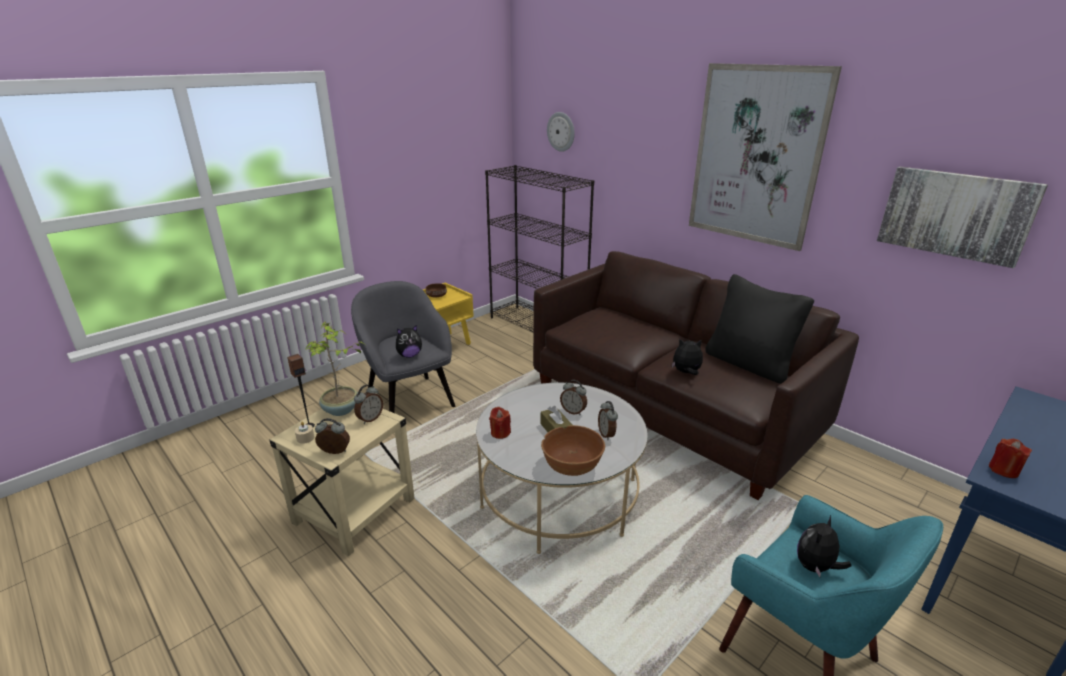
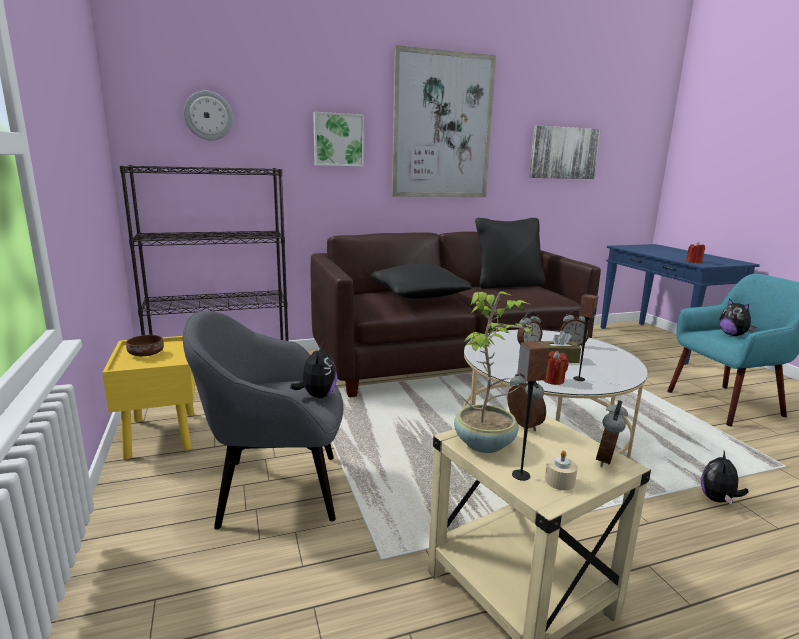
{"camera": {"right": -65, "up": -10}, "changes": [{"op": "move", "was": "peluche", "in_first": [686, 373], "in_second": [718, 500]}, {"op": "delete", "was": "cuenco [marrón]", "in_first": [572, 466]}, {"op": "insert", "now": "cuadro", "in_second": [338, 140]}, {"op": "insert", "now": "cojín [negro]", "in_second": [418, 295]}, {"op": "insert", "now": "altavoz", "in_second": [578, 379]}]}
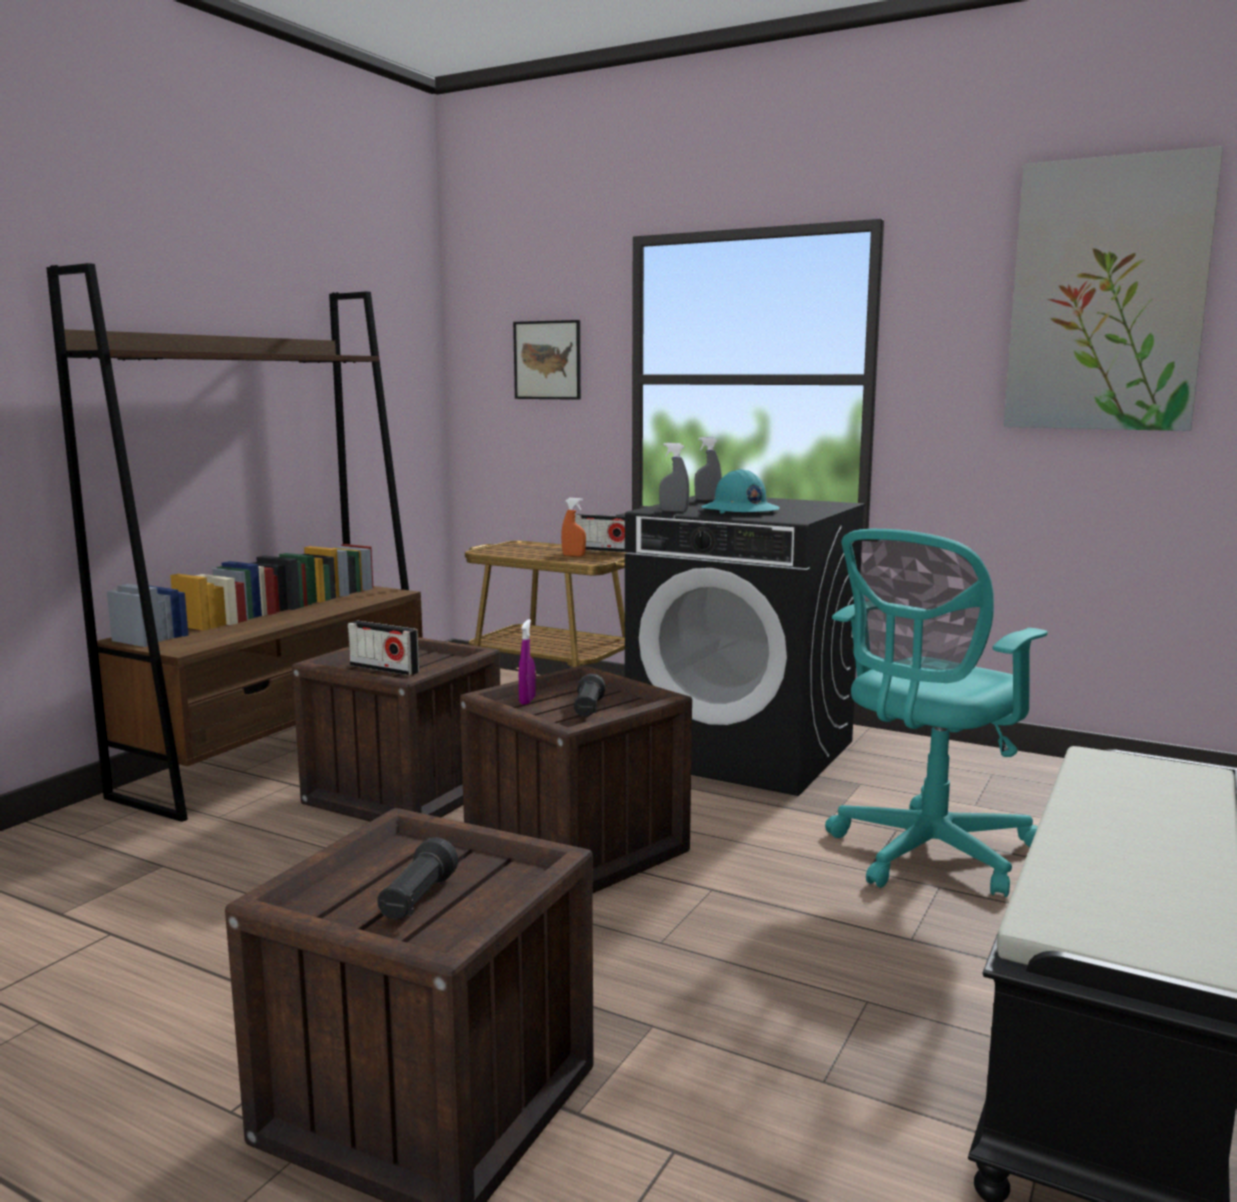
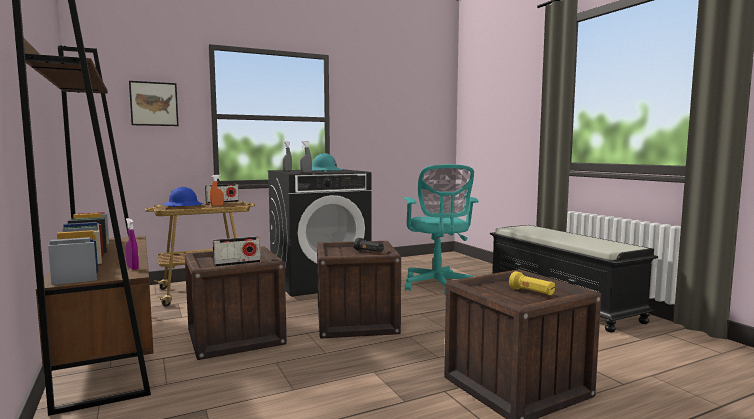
{"camera": {"right": -55, "up": -5}, "changes": [{"op": "delete", "was": "cuadro", "in_first": [1106, 296]}, {"op": "move", "was": "pulverizador [morado]", "in_first": [527, 700], "in_second": [132, 268]}, {"op": "recolor", "was": "linterna [negro]", "now": "linterna [amarillo]", "in_first": [417, 900], "in_second": [532, 292]}, {"op": "insert", "now": "casco [azul]", "in_second": [183, 205]}]}
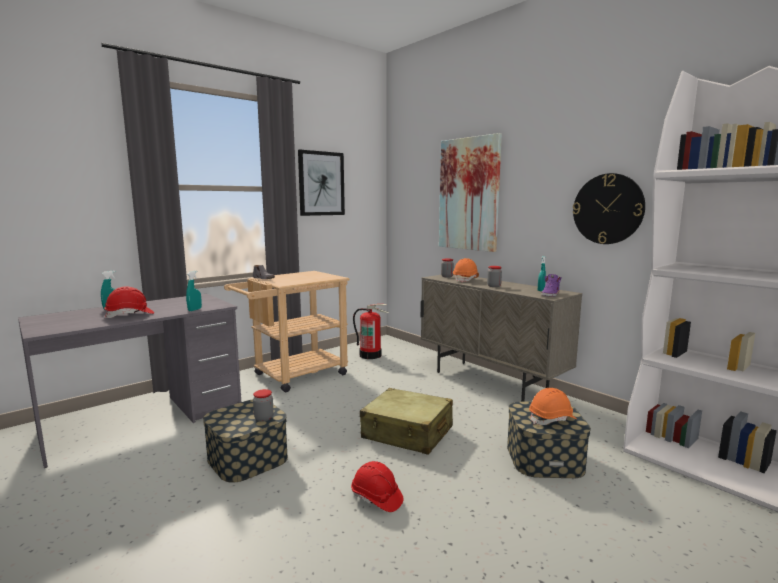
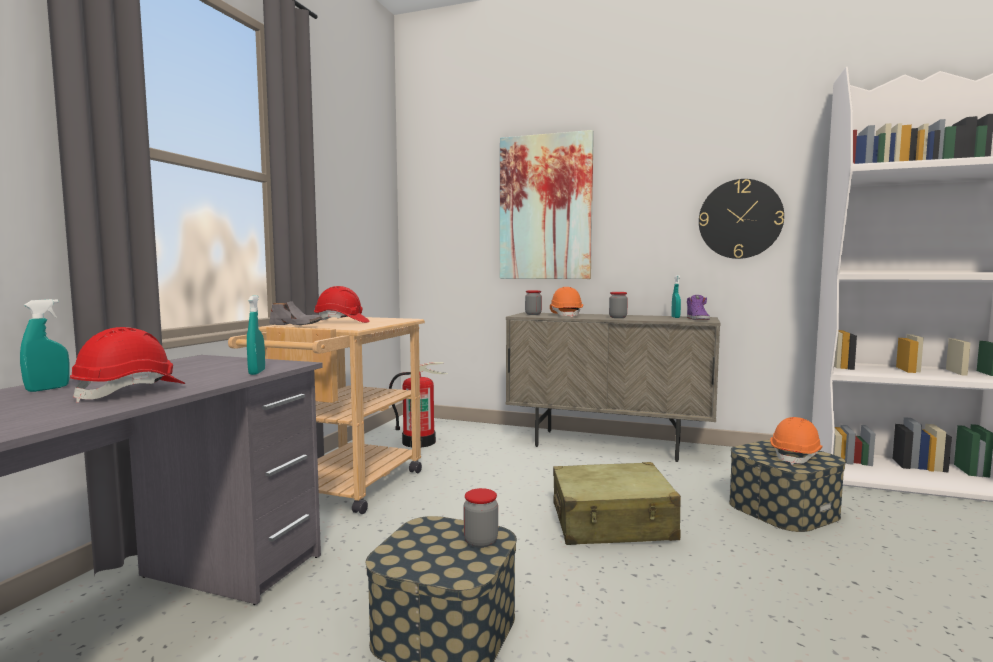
{"camera": {"right": -30, "up": -5}, "changes": [{"op": "delete", "was": "cuadro", "in_first": [321, 183]}, {"op": "move", "was": "casco [rojo]", "in_first": [376, 498], "in_second": [342, 322]}]}
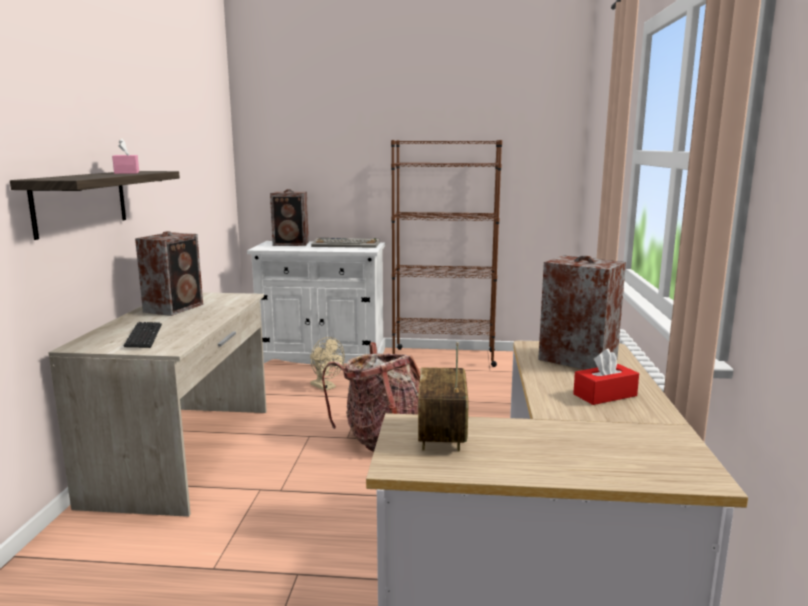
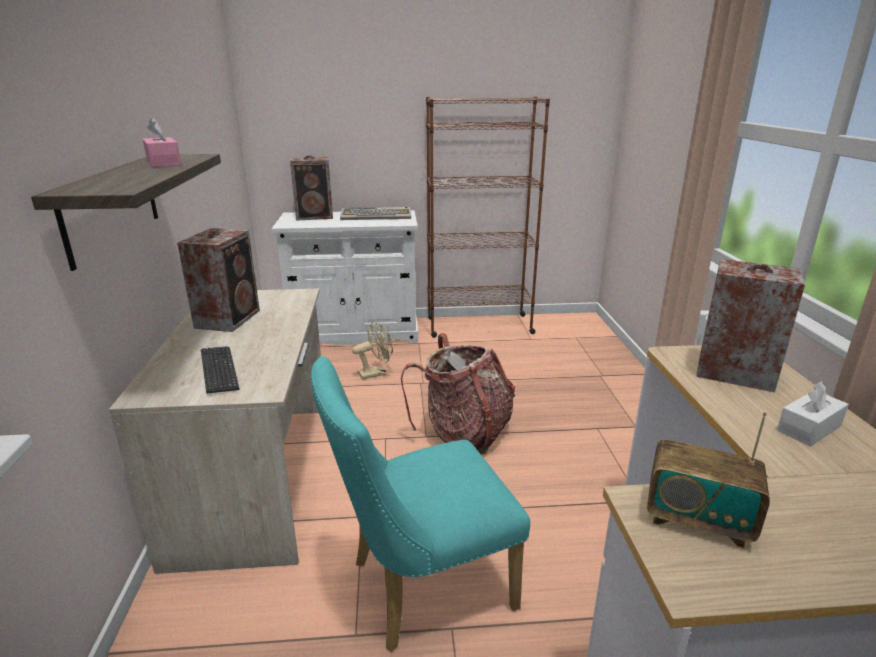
{"camera": {"right": -10, "up": 10}, "changes": [{"op": "rotate", "was": "ventilador [beis]", "in_first": [326, 387], "in_second": [376, 373], "clockwise": -60}, {"op": "rotate", "was": "radio", "in_first": [442, 435], "in_second": [697, 519], "clockwise": -60}, {"op": "recolor", "was": "caja de pañuelos [rojo]", "now": "caja de pañuelos [blanco]", "in_first": [605, 395], "in_second": [808, 428]}, {"op": "insert", "now": "silla [turquesa]", "in_second": [420, 587]}]}
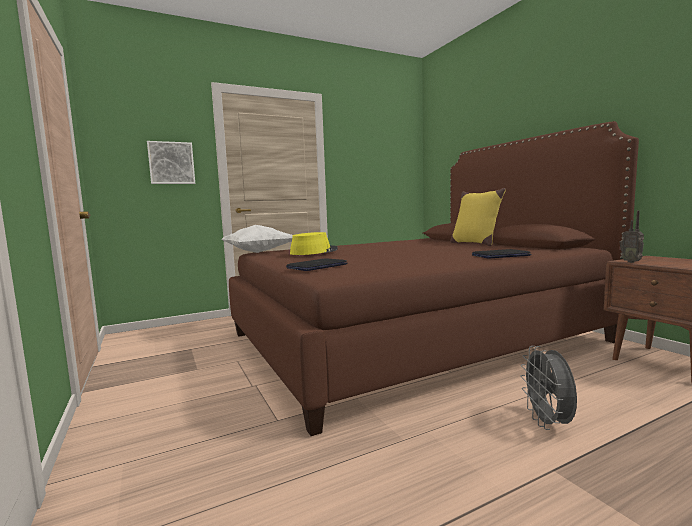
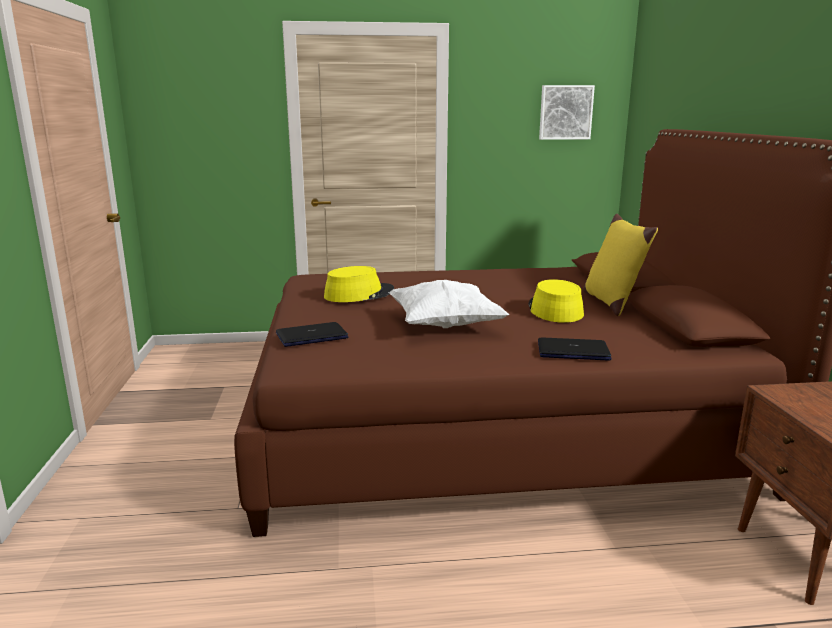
{"camera": {"right": 20, "up": 10}, "changes": [{"op": "move", "was": "cuadro", "in_first": [171, 163], "in_second": [565, 112]}, {"op": "delete", "was": "radio", "in_first": [631, 262]}, {"op": "move", "was": "cojín [blanco]", "in_first": [258, 252], "in_second": [444, 325]}, {"op": "delete", "was": "ventilador [gris]", "in_first": [548, 423]}, {"op": "insert", "now": "sombrero [amarillo]", "in_second": [554, 310]}]}
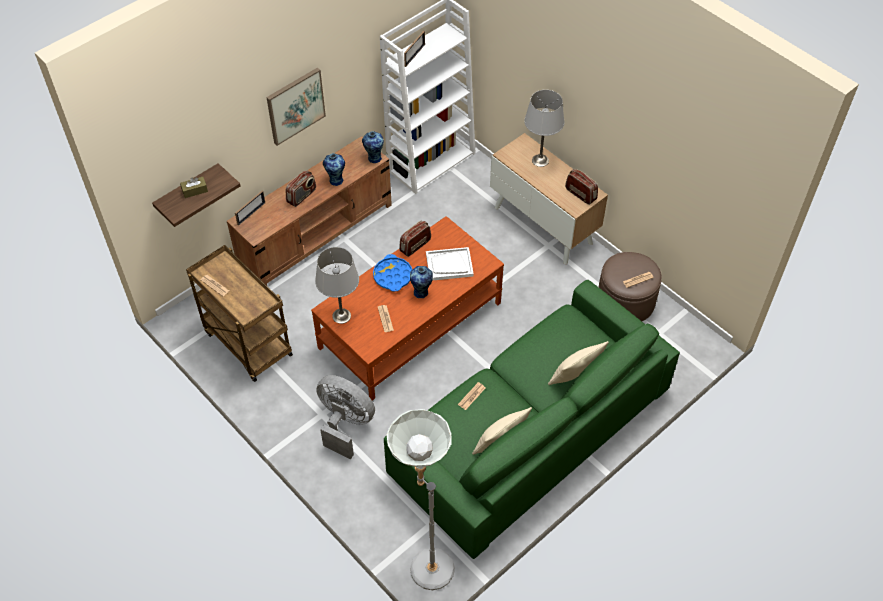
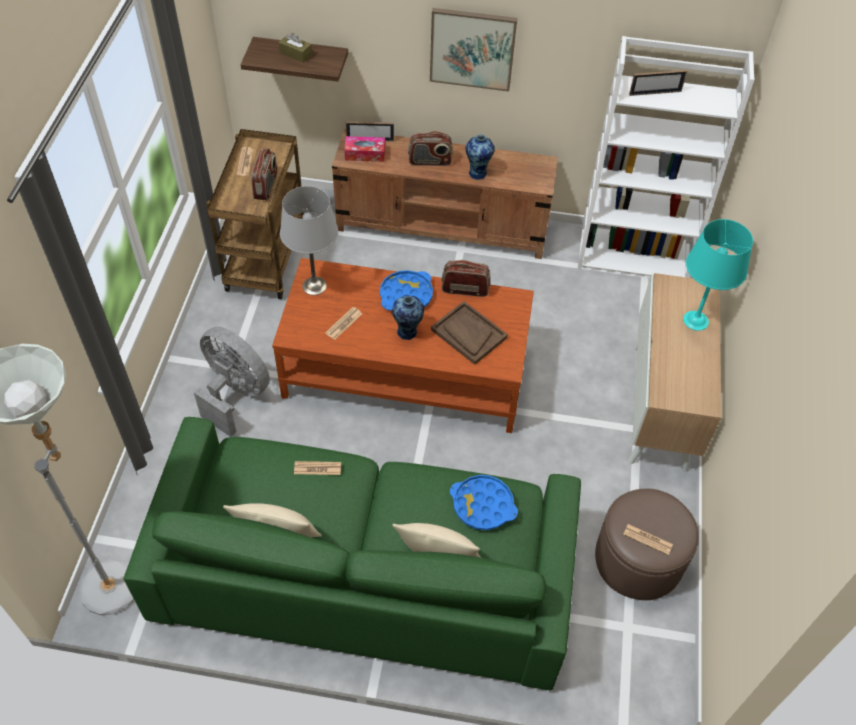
{"camera": {"right": 50, "up": 0}, "changes": [{"op": "recolor", "was": "lámpara de mesa [gris]", "now": "lámpara de mesa [turquesa]", "in_first": [540, 160], "in_second": [696, 320]}, {"op": "delete", "was": "florero", "in_first": [374, 158]}, {"op": "move", "was": "radio", "in_first": [581, 194], "in_second": [266, 186]}, {"op": "recolor", "was": "bandeja [blanco]", "now": "bandeja [marrón]", "in_first": [449, 265], "in_second": [468, 334]}, {"op": "rotate", "was": "ventilador [gris]", "in_first": [345, 424], "in_second": [234, 394], "clockwise": -45}, {"op": "insert", "now": "caja de pañuelos", "in_second": [365, 154]}, {"op": "insert", "now": "bandeja [azul]", "in_second": [483, 505]}]}
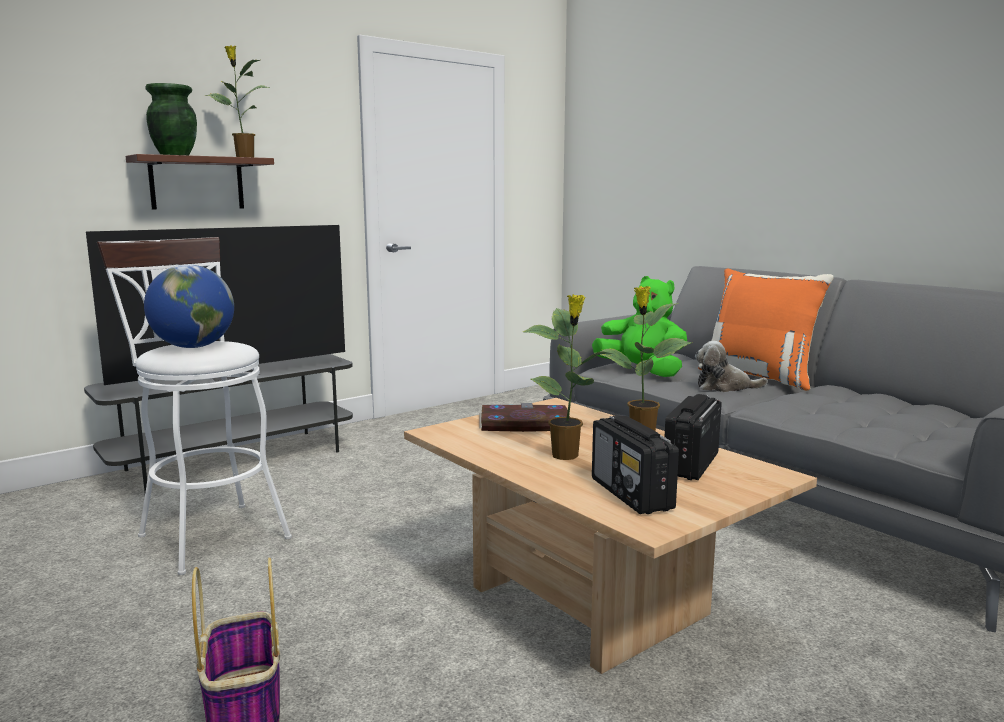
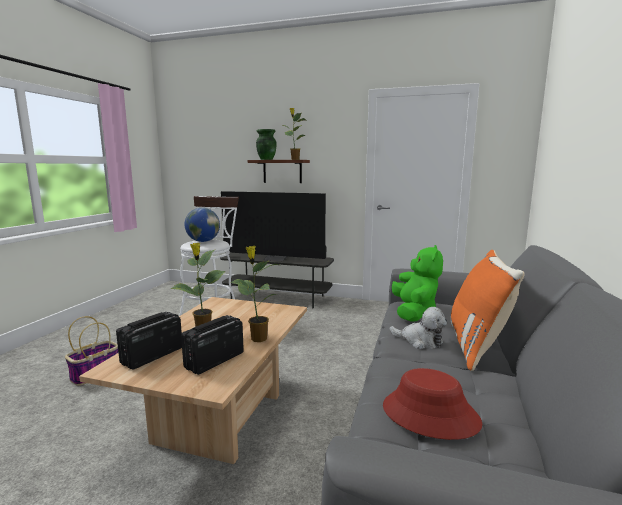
{"camera": {"right": 55, "up": 0}, "changes": [{"op": "rotate", "was": "peluche", "in_first": [724, 387], "in_second": [420, 341], "clockwise": 150}, {"op": "rotate", "was": "radio", "in_first": [691, 464], "in_second": [214, 361], "clockwise": -45}, {"op": "delete", "was": "libro", "in_first": [524, 423]}, {"op": "insert", "now": "sombrero [rojo]", "in_second": [429, 414]}]}
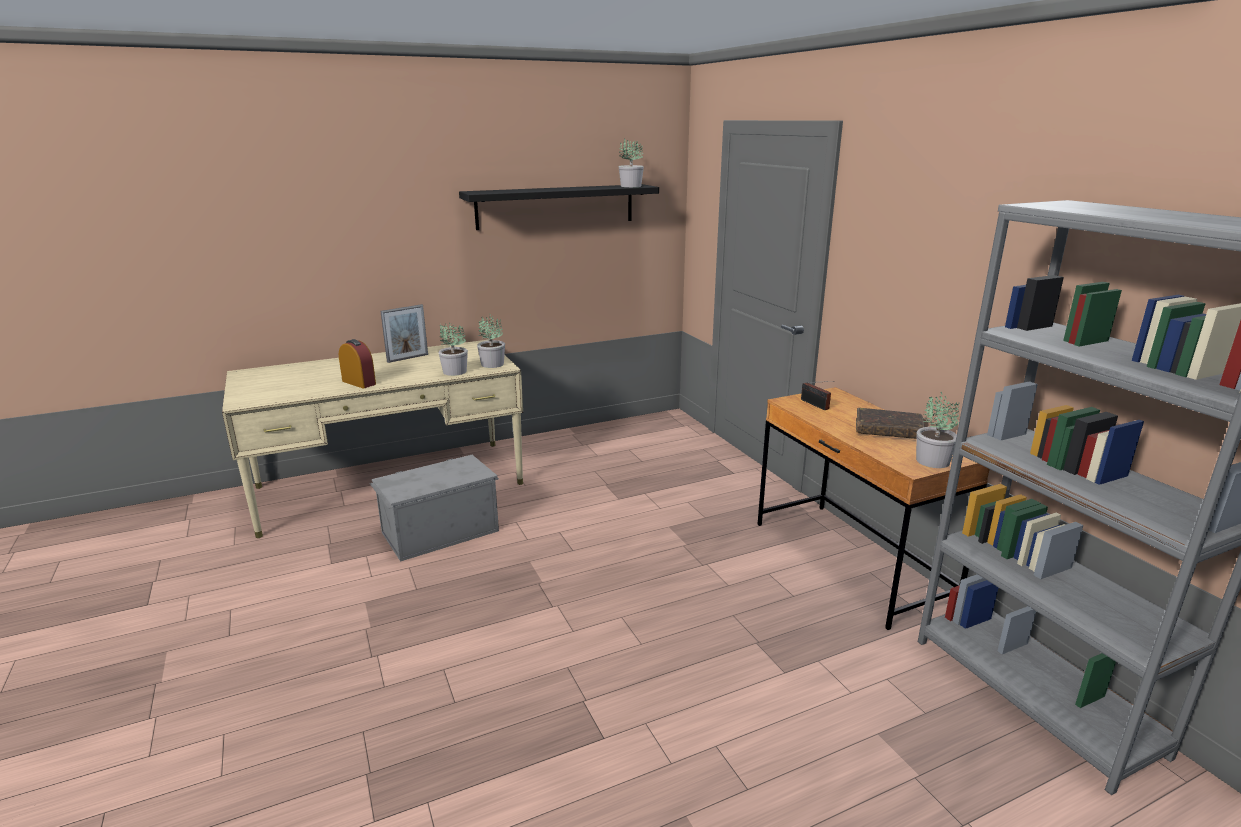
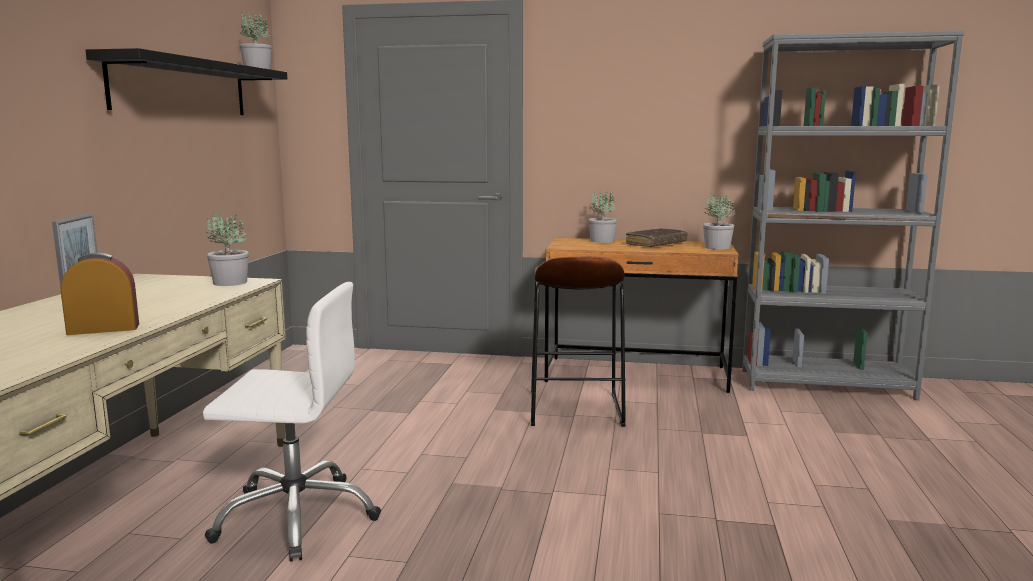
{"camera": {"right": -55, "up": -10}, "changes": [{"op": "move", "was": "planta en maceta", "in_first": [454, 372], "in_second": [602, 241]}, {"op": "delete", "was": "radio", "in_first": [815, 405]}, {"op": "replace", "was": "caja de almacenaje [gris]", "now": "silla de oficina [blanco]", "in_first": [439, 531], "in_second": [297, 516]}, {"op": "insert", "now": "taburete [marrón]", "in_second": [574, 410]}]}
